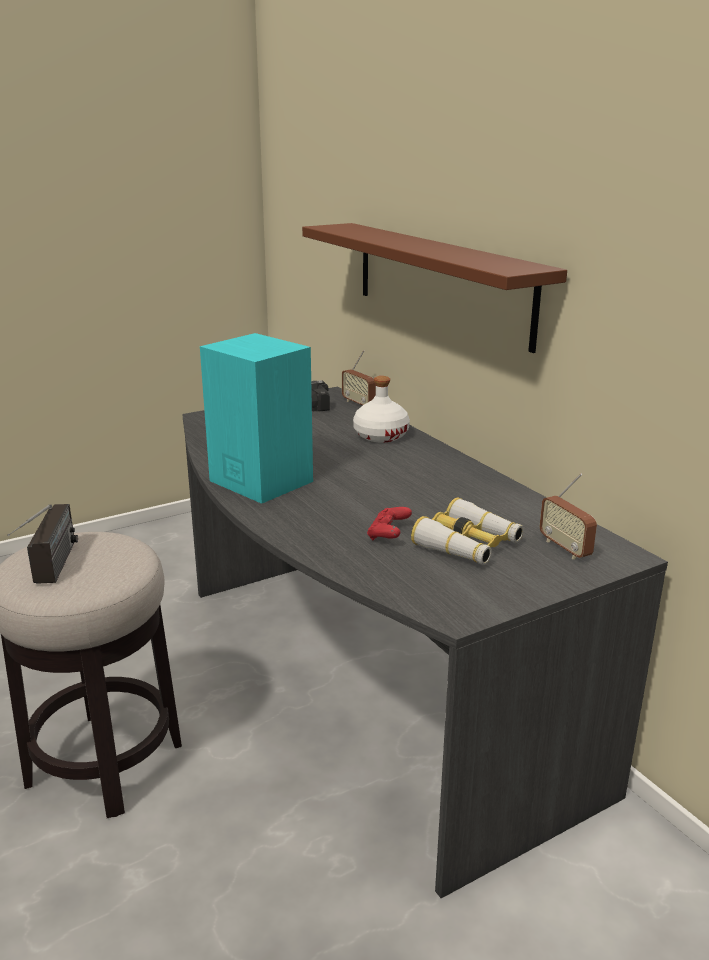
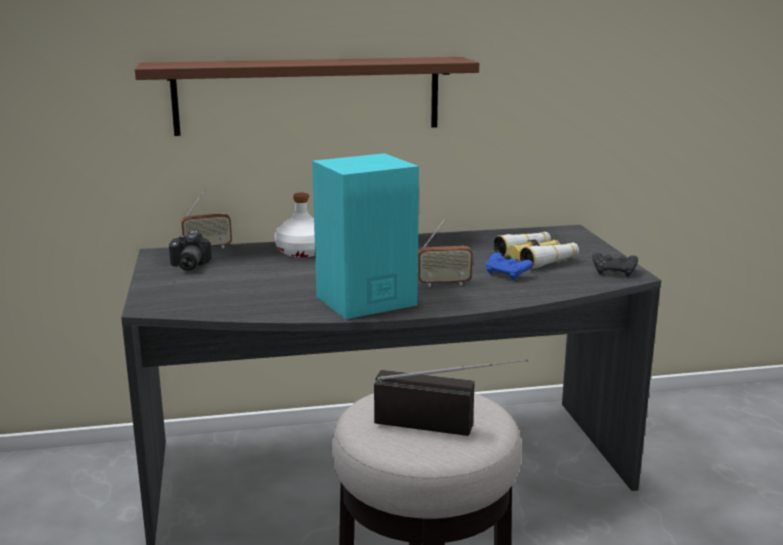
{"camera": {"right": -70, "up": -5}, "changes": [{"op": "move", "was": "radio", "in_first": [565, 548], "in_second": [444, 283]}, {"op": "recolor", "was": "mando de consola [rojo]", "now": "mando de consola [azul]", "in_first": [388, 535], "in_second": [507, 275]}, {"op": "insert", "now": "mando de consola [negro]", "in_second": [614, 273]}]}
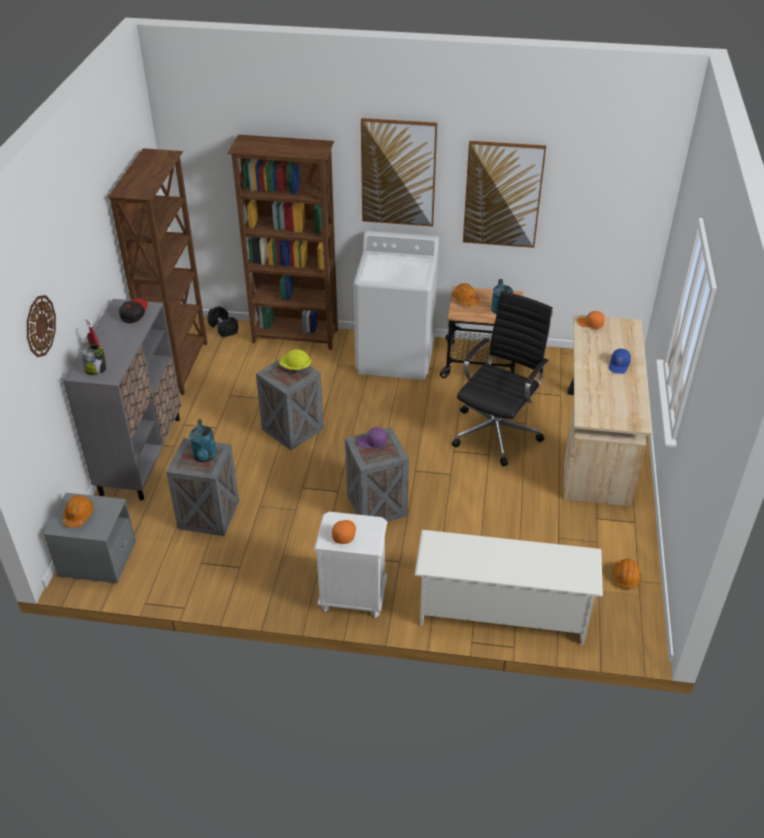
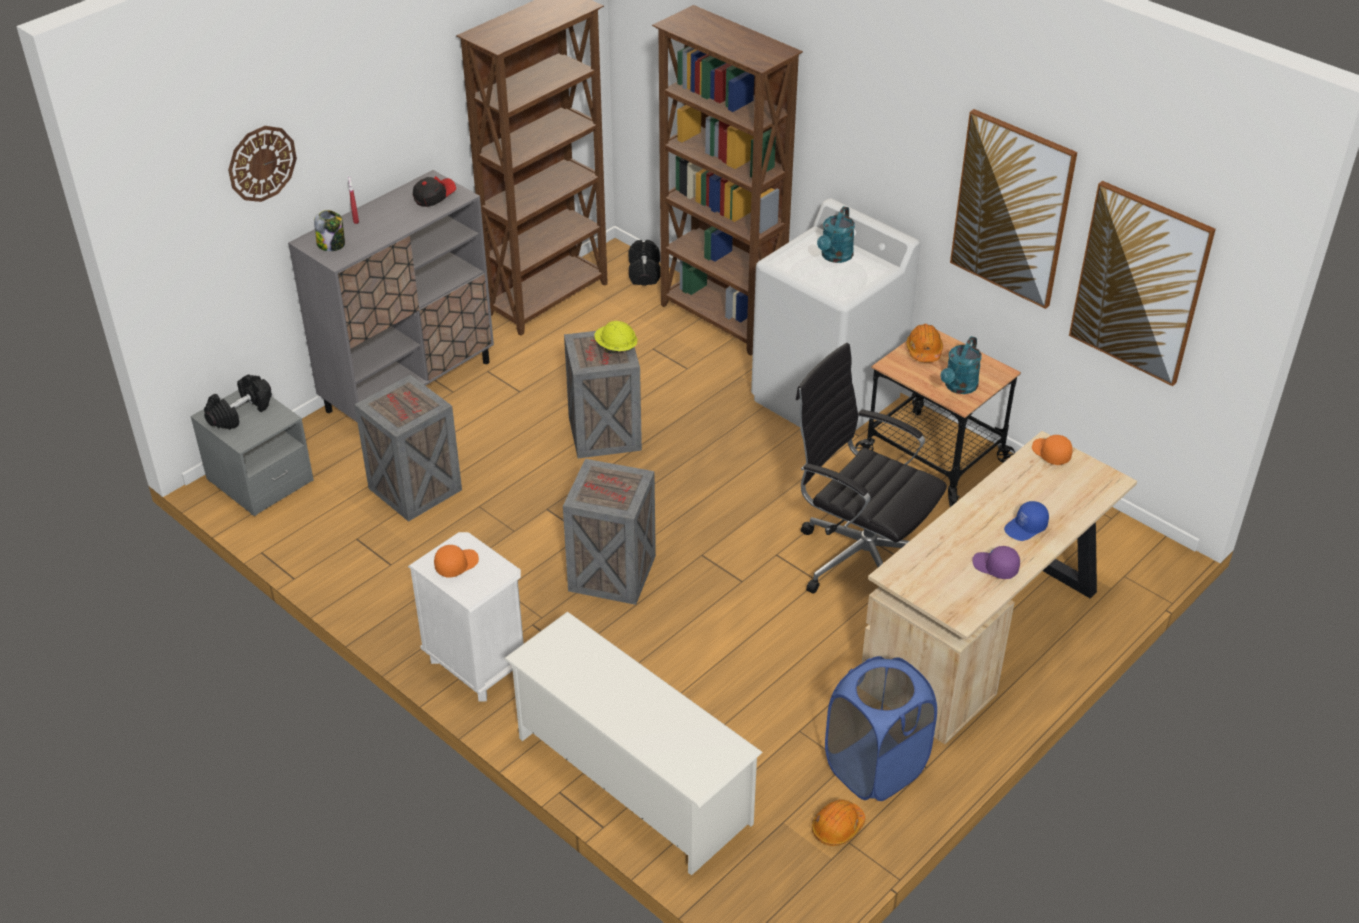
{"camera": {"right": 35, "up": 0}, "changes": [{"op": "move", "was": "cuadro", "in_first": [398, 172], "in_second": [1140, 283]}, {"op": "rotate", "was": "silla de oficina [negro]", "in_first": [497, 431], "in_second": [861, 557], "clockwise": -120}, {"op": "move", "was": "regadera [turquesa]", "in_first": [205, 457], "in_second": [835, 257]}, {"op": "move", "was": "gorra [morado]", "in_first": [372, 442], "in_second": [995, 567]}, {"op": "replace", "was": "casco [naranja]", "now": "mancuerna [negro]", "in_first": [79, 515], "in_second": [240, 413]}, {"op": "insert", "now": "cesto de la ropa [azul]", "in_second": [875, 768]}]}
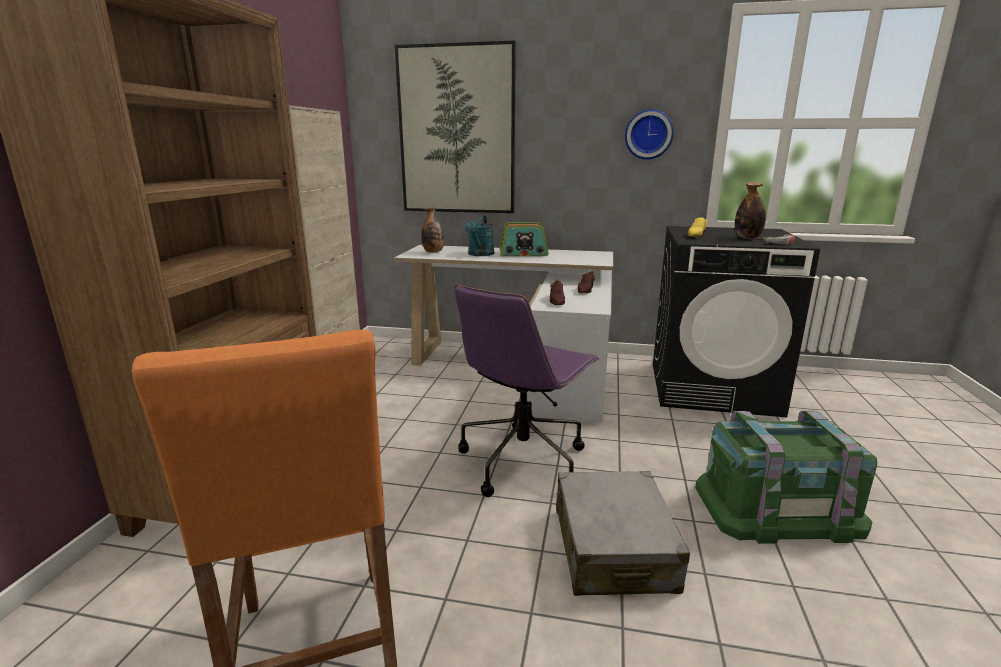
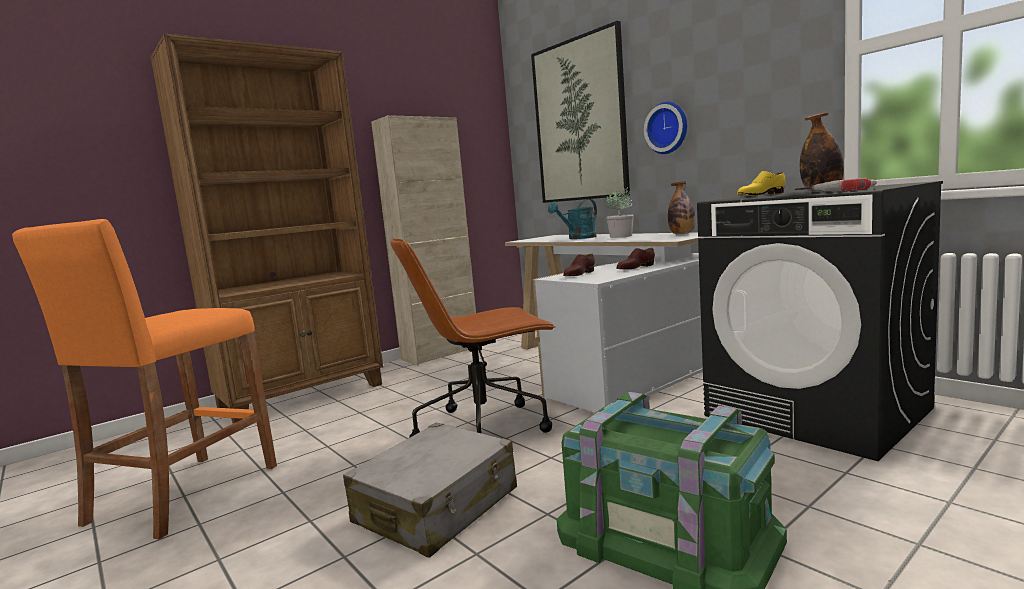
{"camera": {"right": 40, "up": -10}, "changes": [{"op": "move", "was": "reloj de pared", "in_first": [648, 134], "in_second": [668, 128]}, {"op": "move", "was": "botella", "in_first": [433, 252], "in_second": [682, 234]}, {"op": "replace", "was": "radio", "now": "planta en maceta", "in_first": [523, 253], "in_second": [621, 236]}, {"op": "recolor", "was": "silla de oficina [morado]", "now": "silla de oficina [marrón]", "in_first": [523, 460], "in_second": [485, 428]}]}
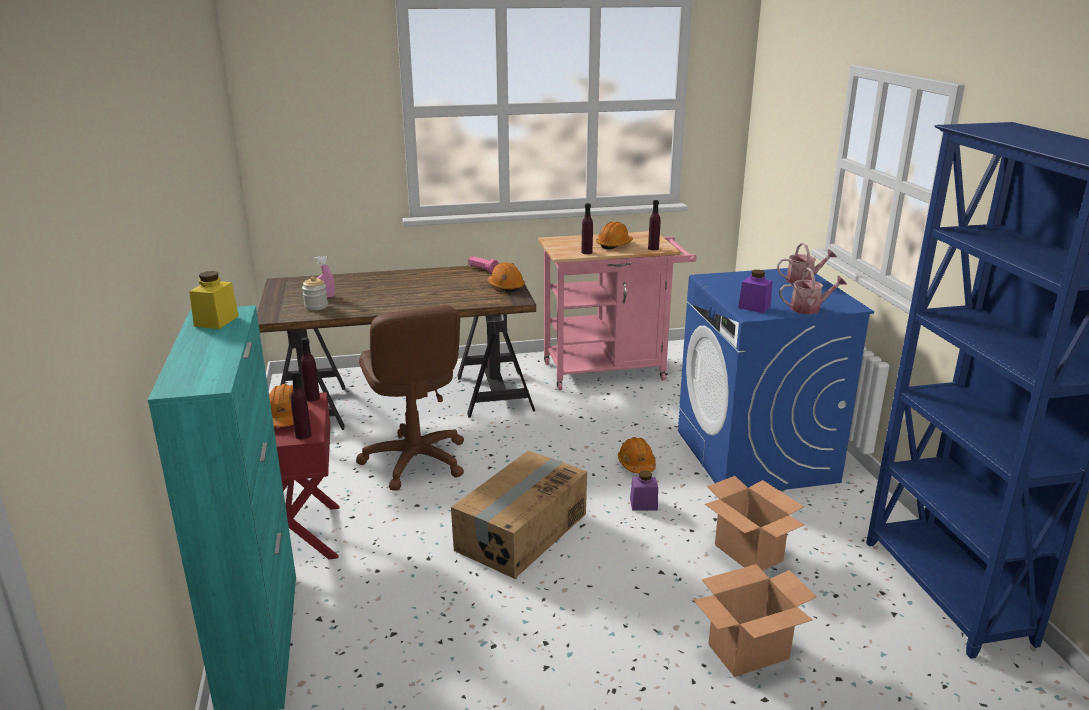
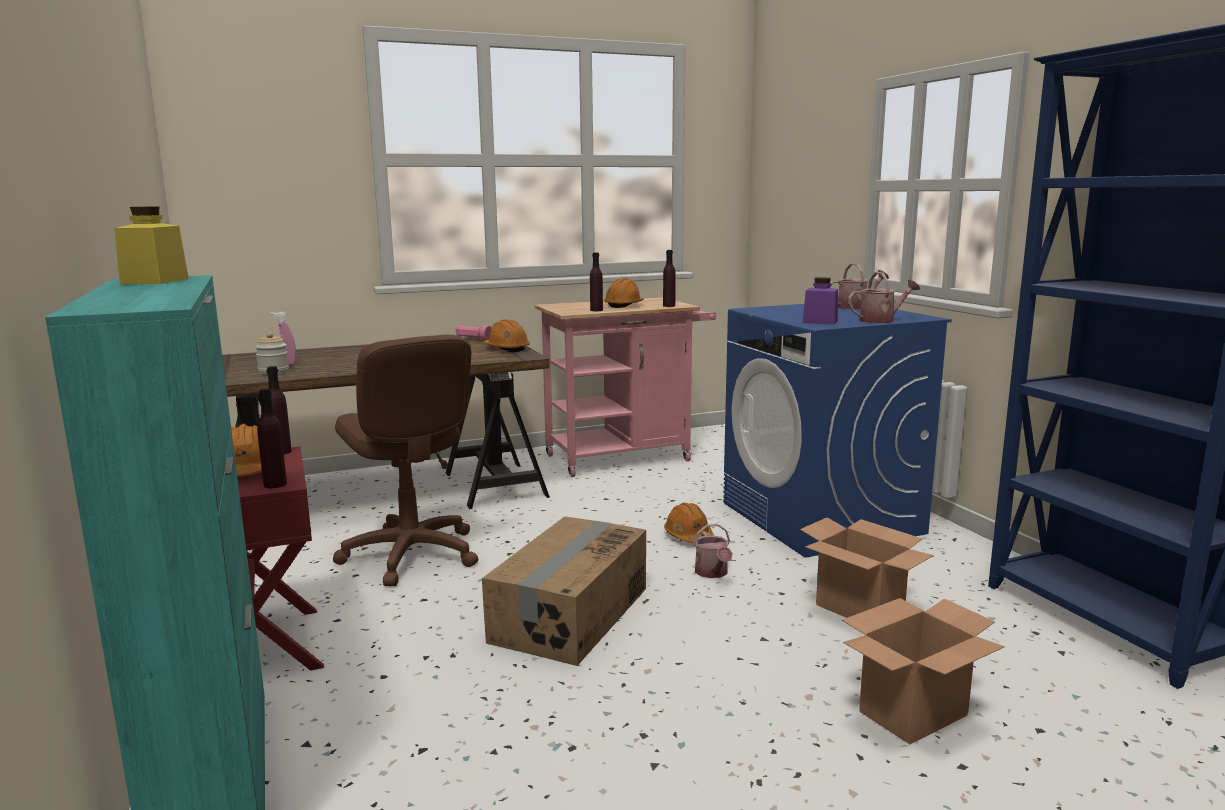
{"camera": {"right": -10, "up": -10}, "changes": [{"op": "replace", "was": "tarro [morado]", "now": "regadera", "in_first": [643, 504], "in_second": [713, 573]}]}
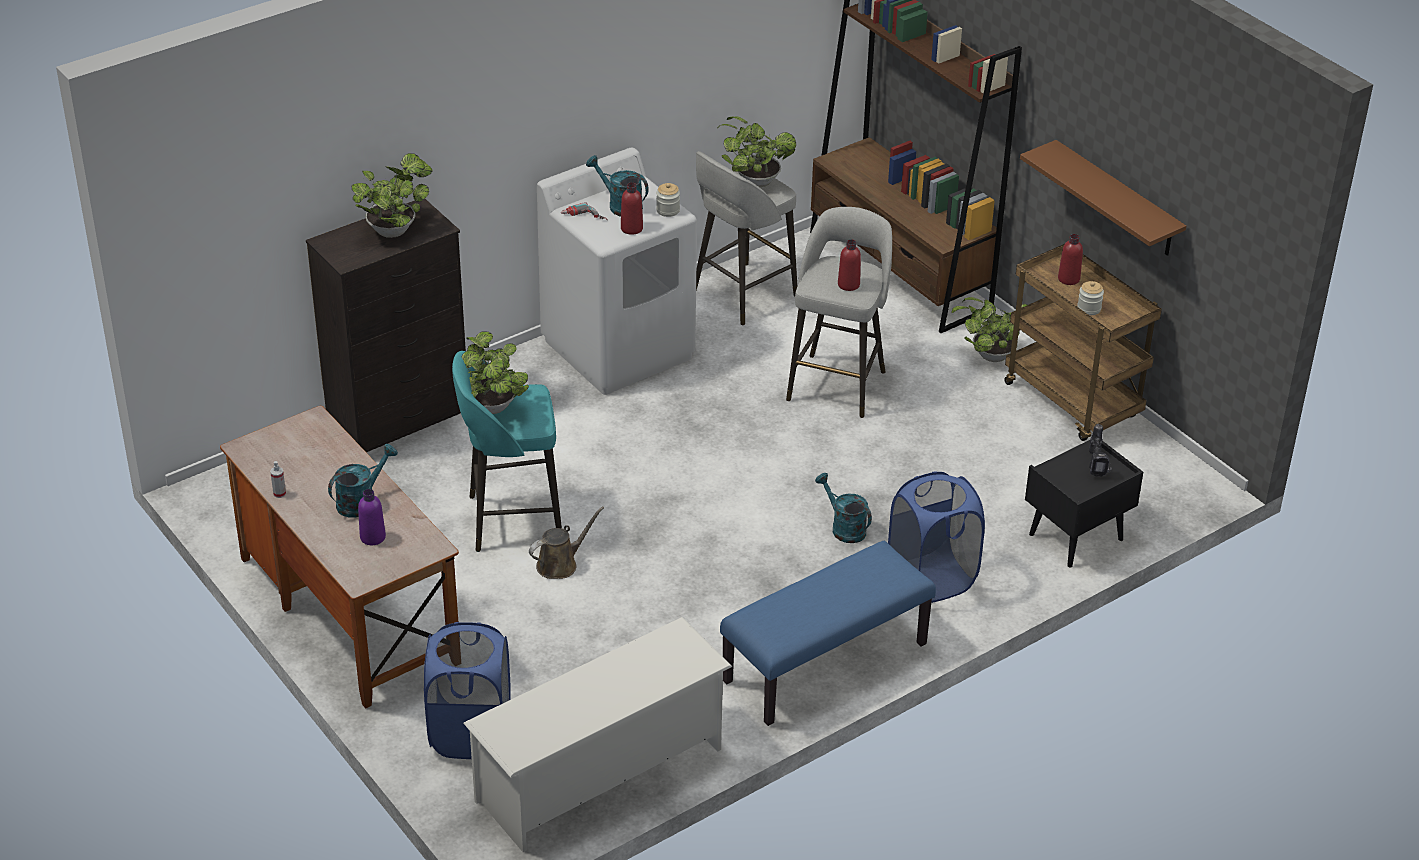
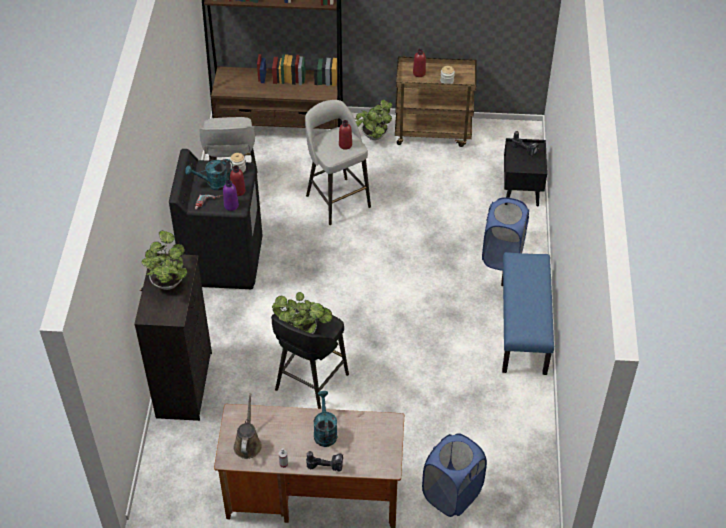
{"camera": {"right": -50, "up": 10}, "changes": [{"op": "delete", "was": "planta en maceta", "in_first": [754, 181]}, {"op": "delete", "was": "estante [marrón]", "in_first": [1117, 200]}, {"op": "recolor", "was": "lavadora [blanco]", "now": "lavadora [negro]", "in_first": [619, 348], "in_second": [223, 261]}, {"op": "recolor", "was": "taburete [turquesa]", "now": "taburete [negro]", "in_first": [512, 520], "in_second": [310, 383]}, {"op": "delete", "was": "regadera [turquesa]", "in_first": [844, 528]}, {"op": "move", "was": "botella [morado]", "in_first": [372, 537], "in_second": [231, 205]}, {"op": "move", "was": "regadera [marrón]", "in_first": [560, 564], "in_second": [248, 443]}, {"op": "delete", "was": "zapatero [blanco]", "in_first": [600, 775]}, {"op": "insert", "now": "taladro", "in_second": [326, 466]}]}
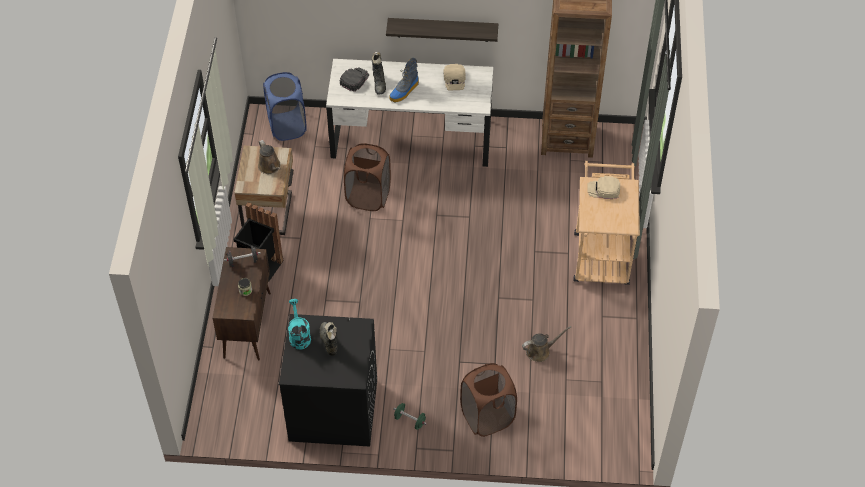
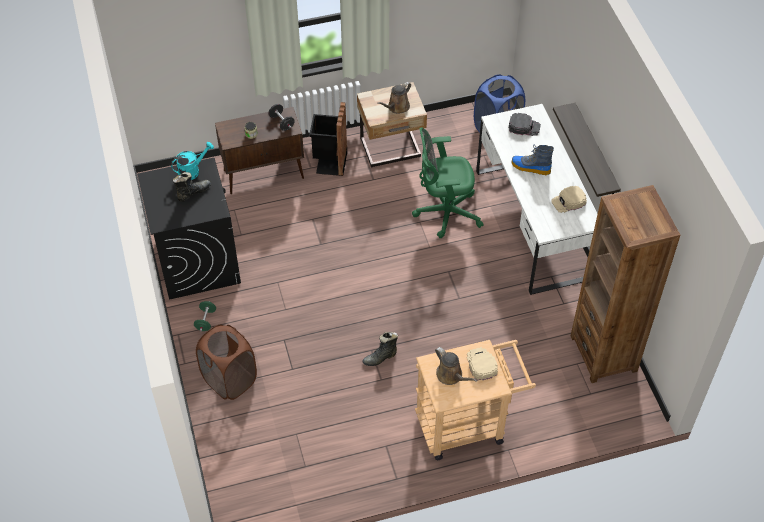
{"camera": {"right": 70, "up": 0}, "changes": [{"op": "move", "was": "bota [negro]", "in_first": [379, 83], "in_second": [380, 358]}, {"op": "replace", "was": "cesto de la ropa [marrón]", "now": "silla de oficina [verde]", "in_first": [368, 196], "in_second": [444, 213]}, {"op": "move", "was": "regadera [marrón]", "in_first": [540, 351], "in_second": [451, 375]}]}
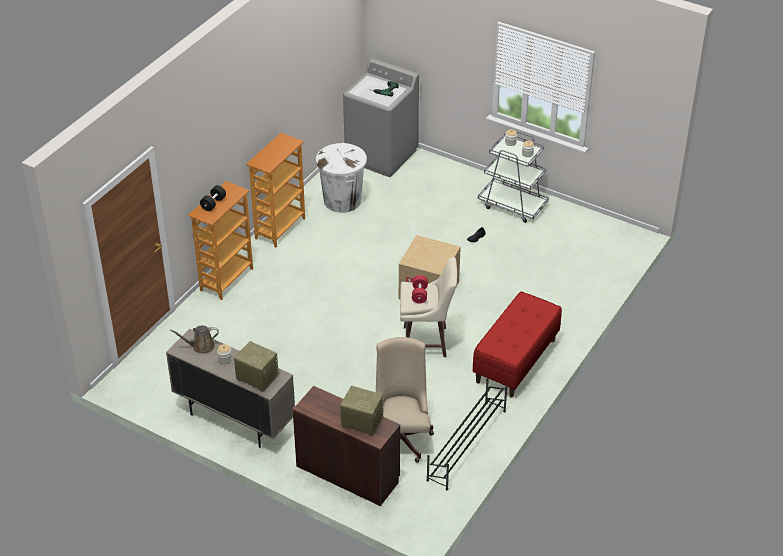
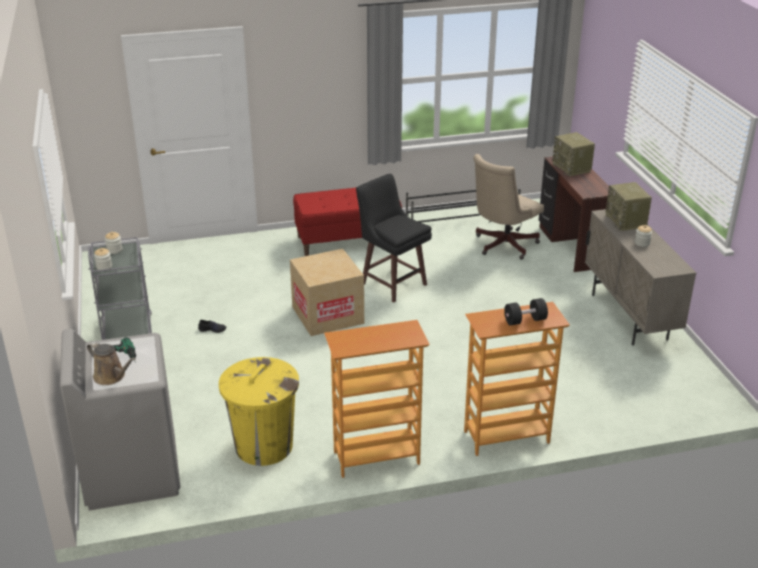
{"camera": {"right": -135, "up": -10}, "changes": [{"op": "recolor", "was": "papelera [blanco]", "now": "papelera [amarillo]", "in_first": [342, 200], "in_second": [263, 446]}, {"op": "recolor", "was": "taburete [beis]", "now": "taburete [negro]", "in_first": [426, 342], "in_second": [392, 283]}, {"op": "delete", "was": "mancuerna [rojo]", "in_first": [419, 294]}, {"op": "move", "was": "regadera [marrón]", "in_first": [201, 346], "in_second": [111, 377]}]}
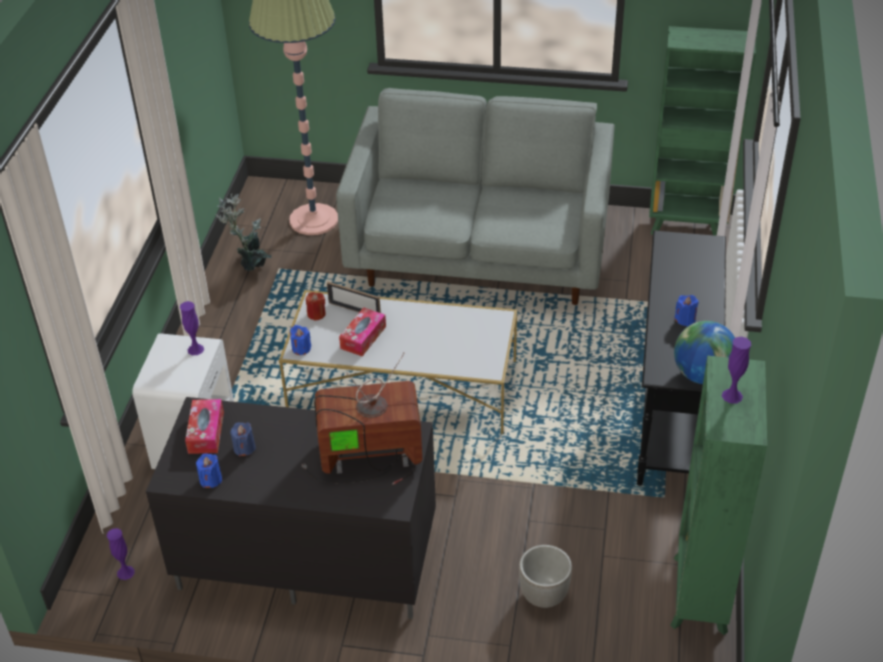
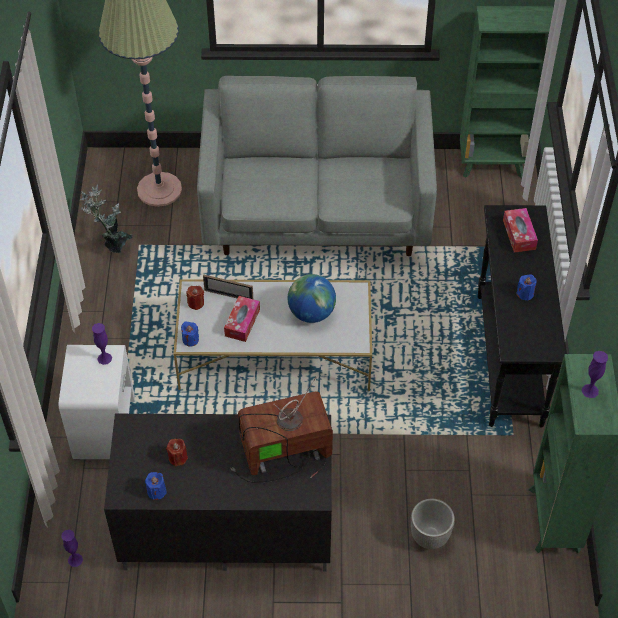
{"camera": {"right": -10, "up": 10}, "changes": [{"op": "move", "was": "globo terráqueo", "in_first": [702, 375], "in_second": [311, 313]}, {"op": "move", "was": "caja de pañuelos", "in_first": [206, 432], "in_second": [519, 234]}, {"op": "recolor", "was": "vela [azul]", "now": "vela [rojo]", "in_first": [244, 448], "in_second": [178, 458]}]}
